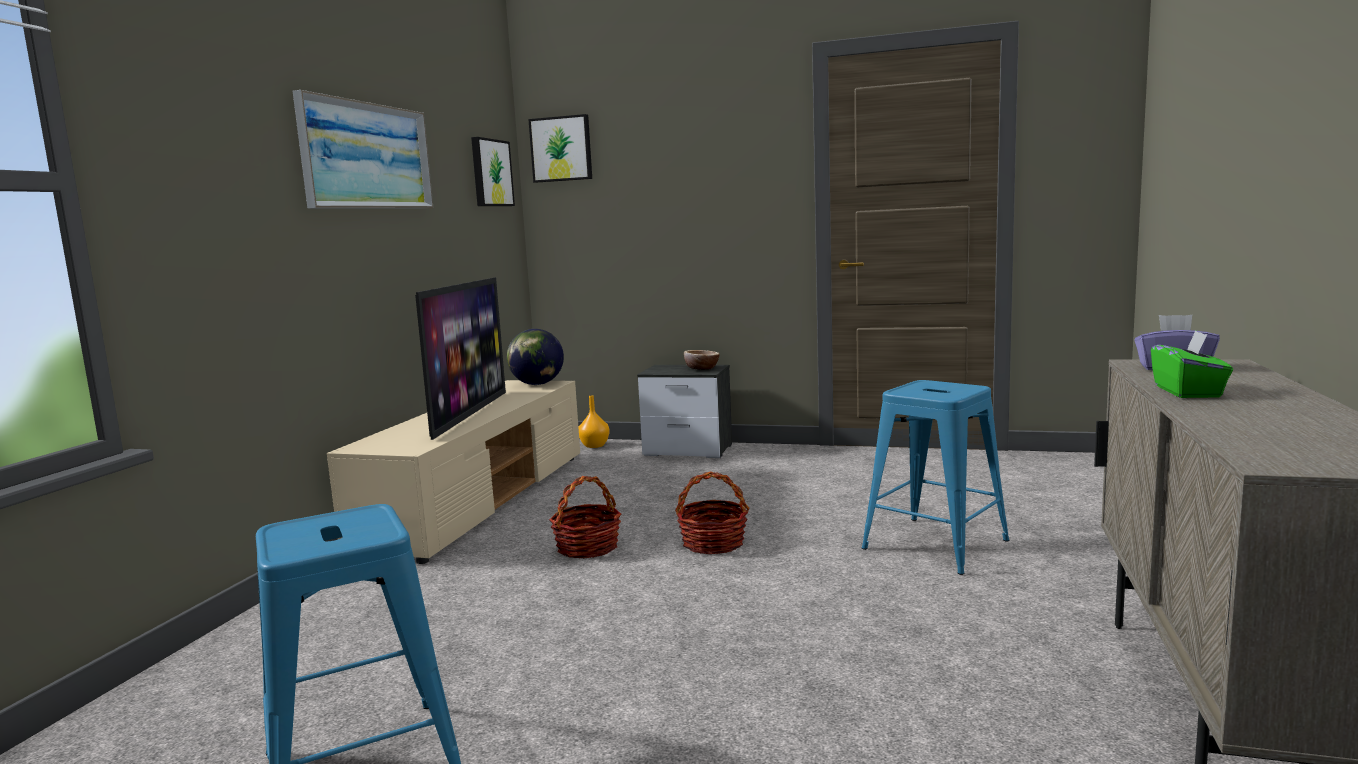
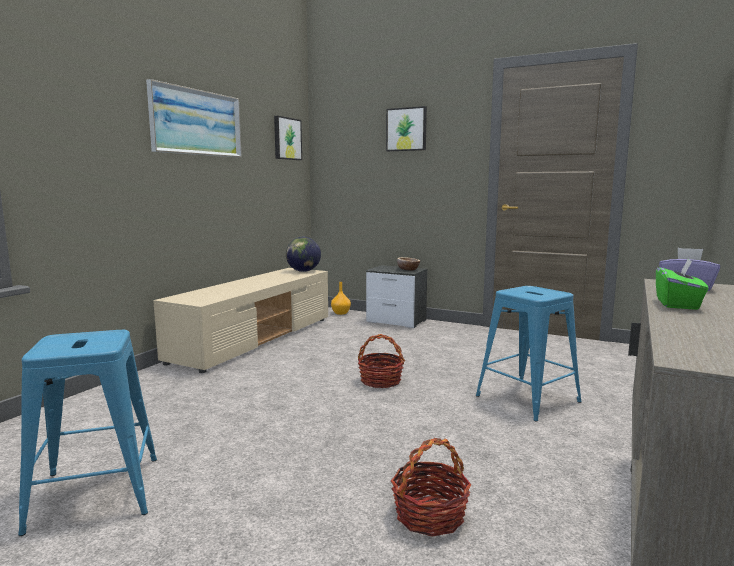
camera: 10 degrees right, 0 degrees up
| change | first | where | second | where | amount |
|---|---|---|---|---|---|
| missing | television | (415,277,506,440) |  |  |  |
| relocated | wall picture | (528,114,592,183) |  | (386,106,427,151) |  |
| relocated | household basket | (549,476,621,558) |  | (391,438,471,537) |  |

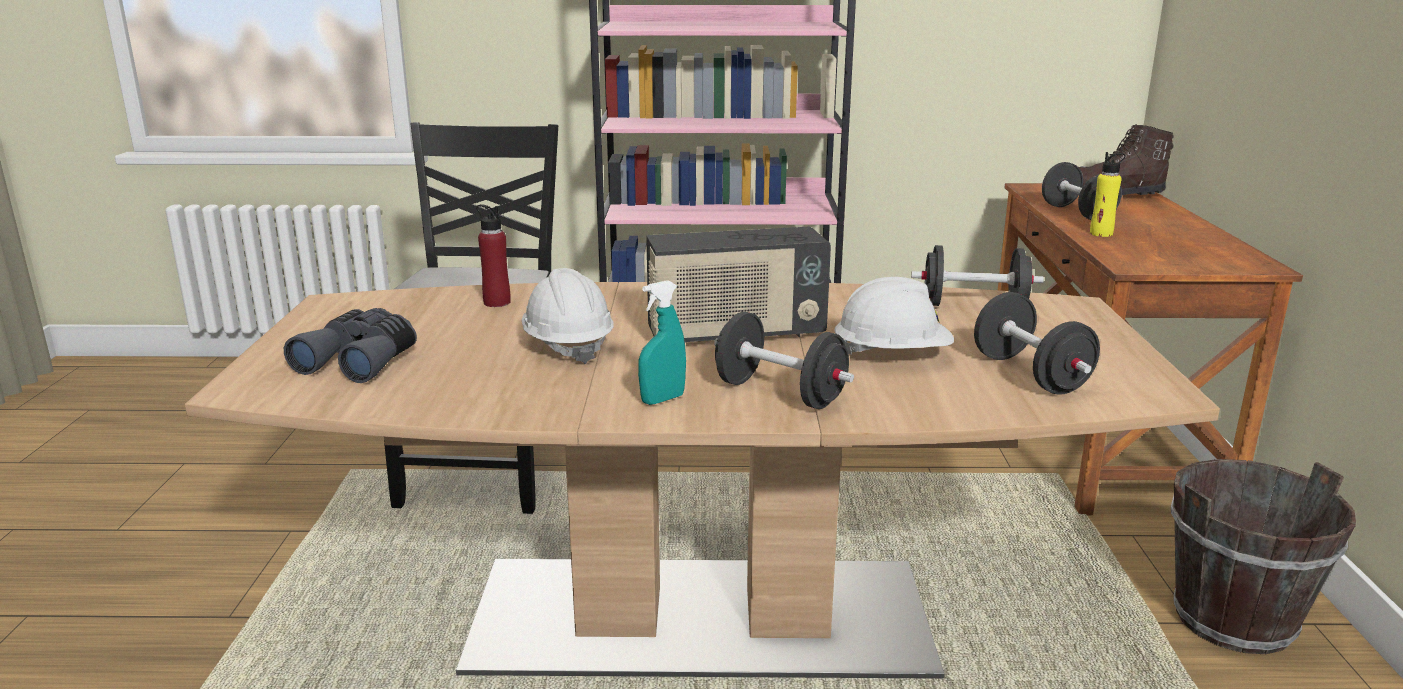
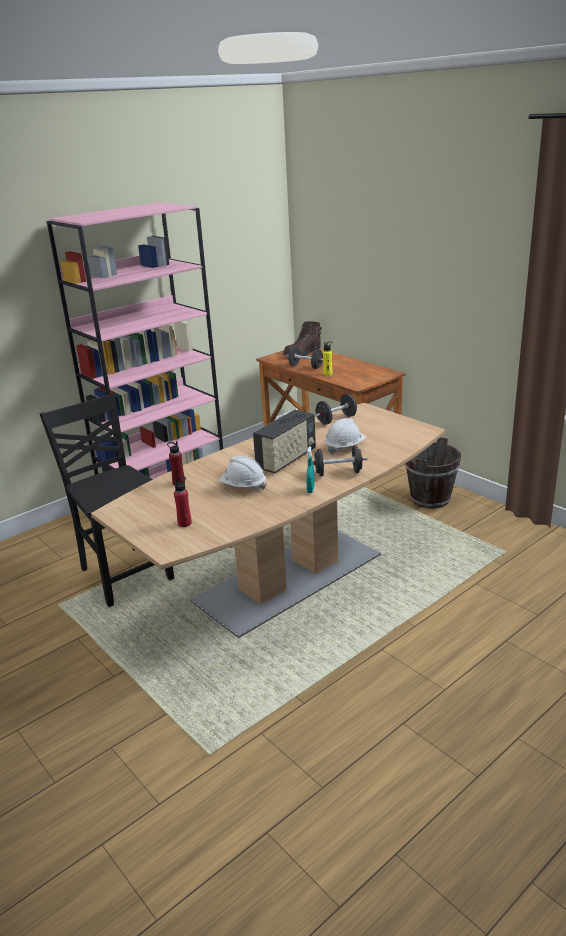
camera: 40 degrees left, 5 degrees up
| change | first | where | second | where | amount |
|---|---|---|---|---|---|
| exchanged | pair of binoculars/gray | (284,308,417,383) | drink bottle/red-coloured | (174,477,192,527) |  |
| missing | dumbbell/black | (974,292,1100,395) |  |  |  |

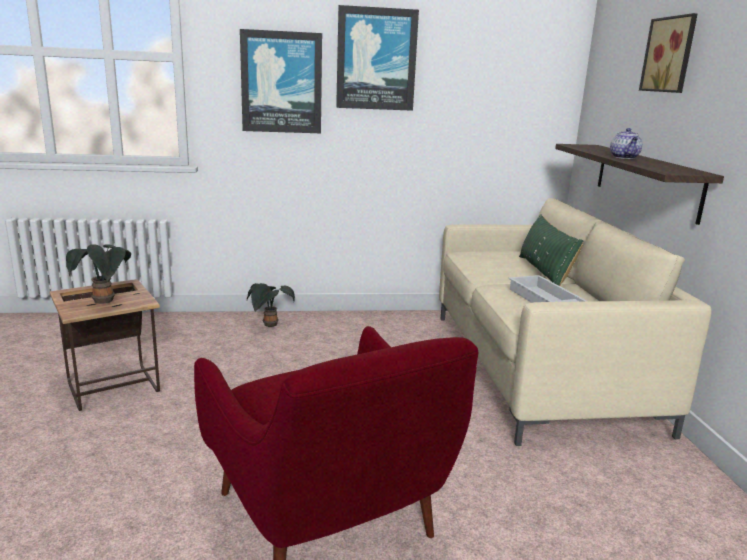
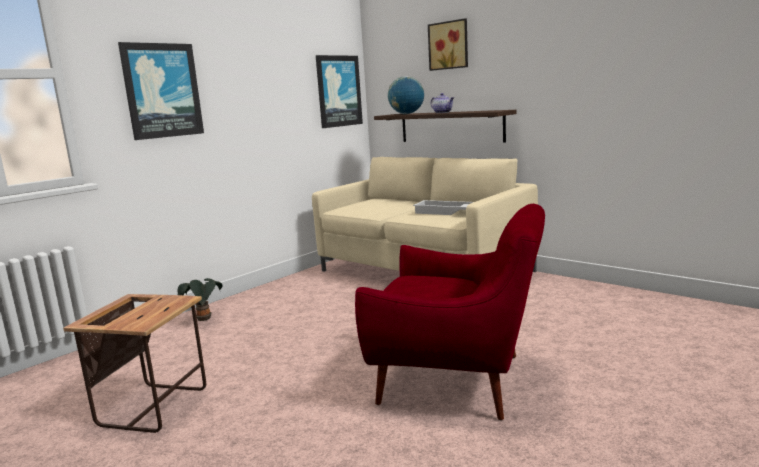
camera: 40 degrees left, 5 degrees down
| change | first | where | second | where | amount |
|---|---|---|---|---|---|
| missing | potted plant | (66,244,131,304) |  |  |  |
| relocated | wall picture | (336,5,419,111) |  | (316,55,363,128) |  |
| missing | cushion/green-coloured | (519,214,584,286) |  |  |  |
| appeared |  |  | world globe | (388,76,424,114) |  |

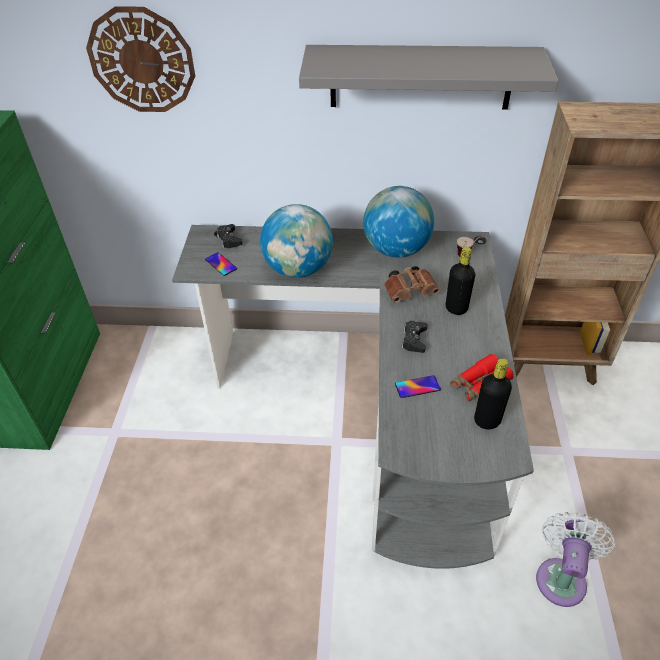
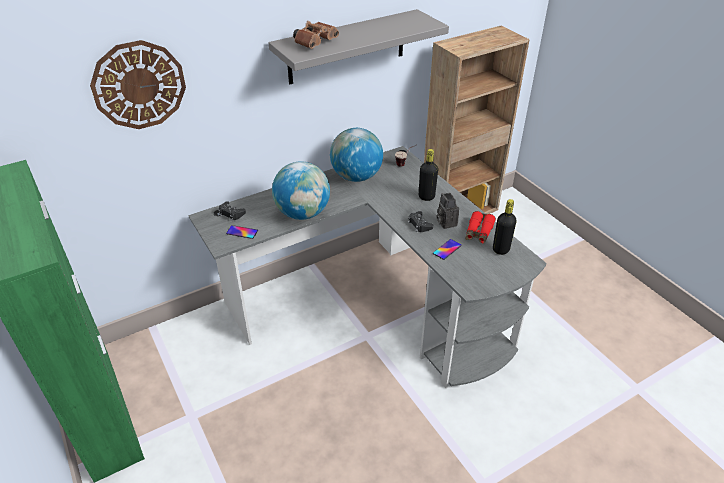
camera: 35 degrees left, 5 degrees down
| change | first | where | second | where | amount |
|---|---|---|---|---|---|
| relocated | pair of binoculars/brown | (384,266,440,303) |  | (293,21,339,49) |  |
| missing | fan/white-coloured | (536,512,615,607) |  |  |  |
| appeared |  |  | photo camera | (436,193,459,229) |  |

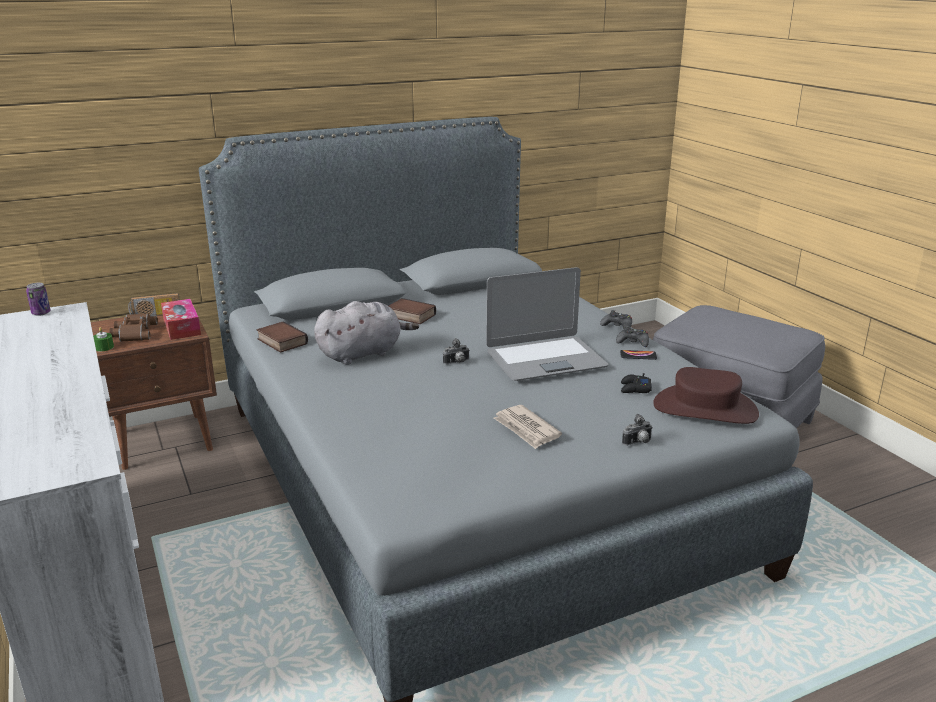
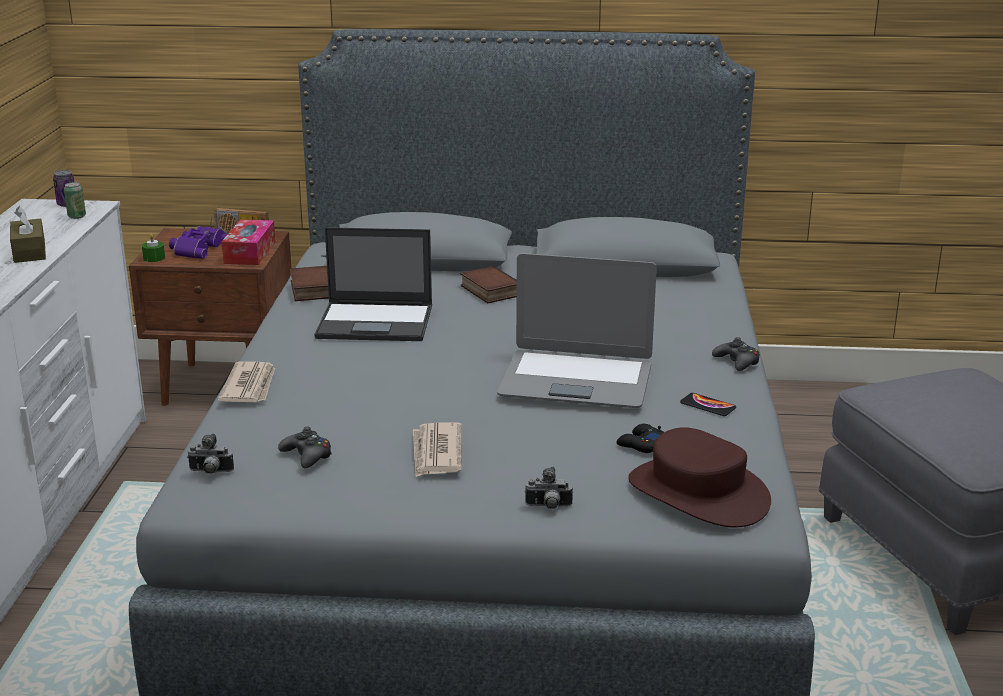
camera: 30 degrees right, 0 degrees up
| change | first | where | second | where | amount |
|---|---|---|---|---|---|
| colour | pair of binoculars/brown | (109,314,158,342) | pair of binoculars/purple | (169,226,227,259) |  |
| exchanged | cuddly toy/gray | (314,301,419,365) | portable computer | (314,227,432,341) |  |
| relocated | photo camera | (443,338,470,364) |  | (187,434,234,474) |  |
| relocated | game controller/black | (616,326,649,347) |  | (278,427,332,468) |  |
| appeared |  |  | tissue box/brown | (10,206,46,263) |  |
| appeared |  |  | sealed can | (64,182,86,219) |  |
| appeared |  |  | printed paper | (218,362,275,402) |  |

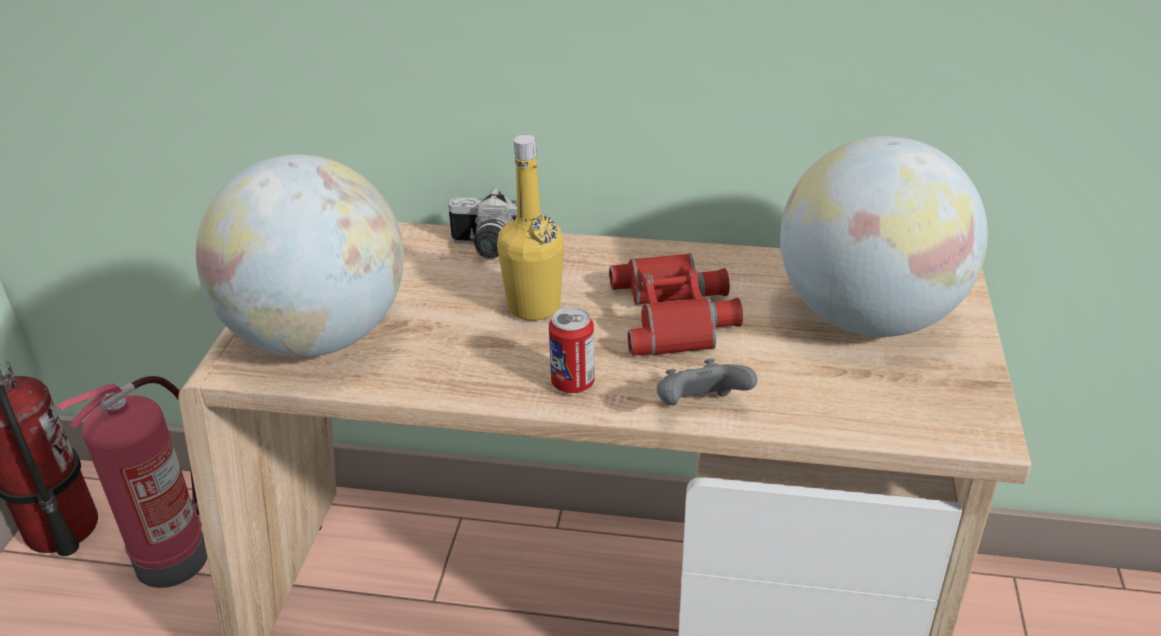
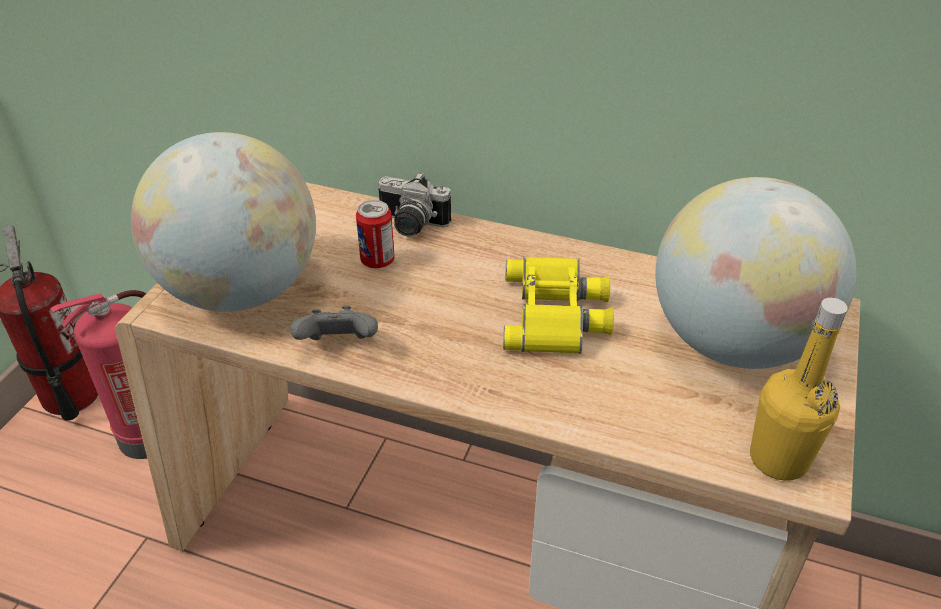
camera: 10 degrees right, 5 degrees up
| change | first | where | second | where | amount |
|---|---|---|---|---|---|
| relocated | drink bottle/yellow | (497,135,564,321) |  | (750,298,848,481) |  |
| relocated | sealed can | (549,307,595,393) |  | (356,200,395,268) |  |
| colour | pair of binoculars/red-coloured | (609,253,743,356) | pair of binoculars/yellow | (503,257,614,354) |  |
| relocated | game controller/gray | (657,359,757,405) |  | (290,306,378,340) |  |

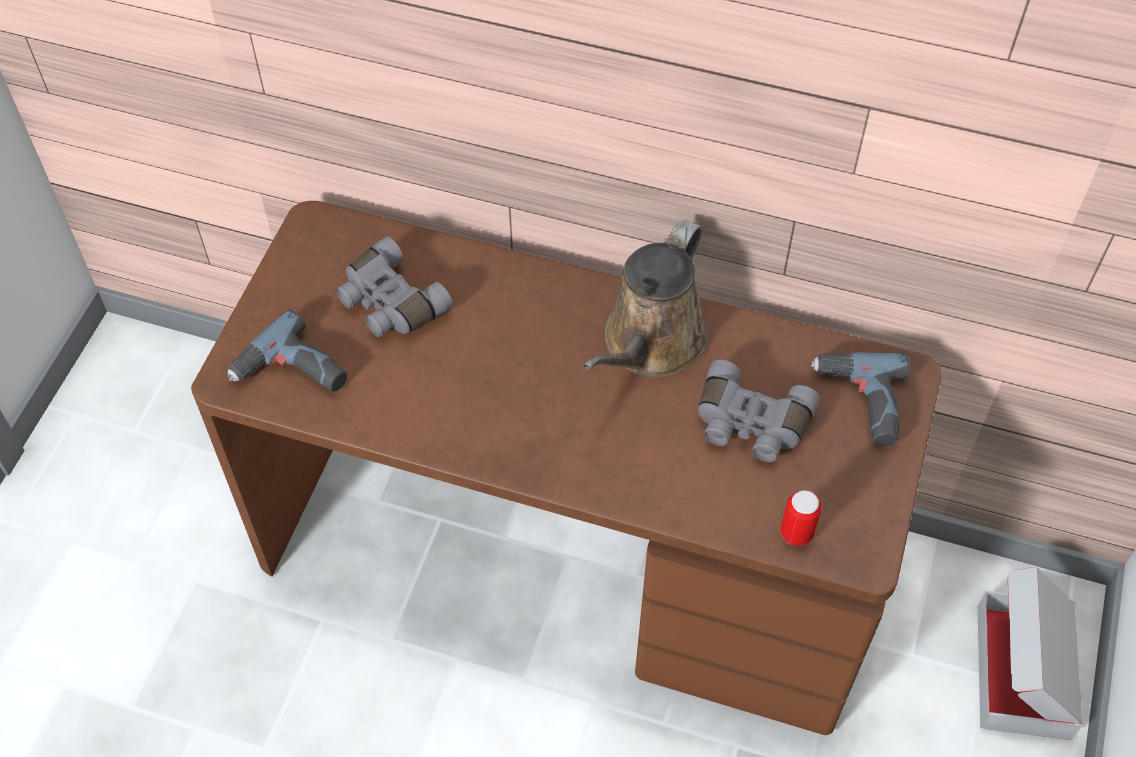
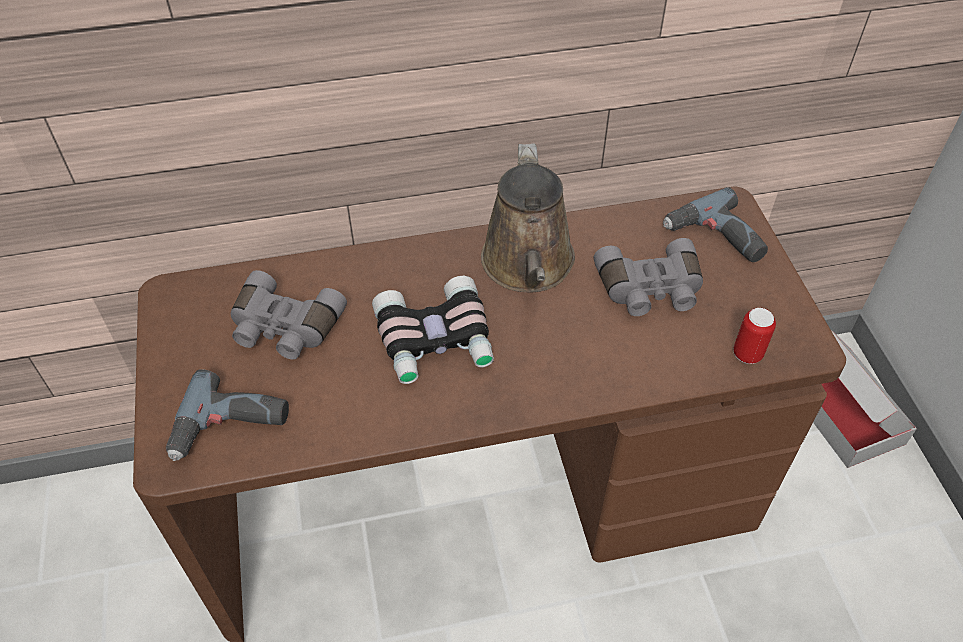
camera: 30 degrees left, 5 degrees down
| change | first | where | second | where | amount |
|---|---|---|---|---|---|
| appeared |  |  | pair of binoculars | (372,276,494,384) |  |

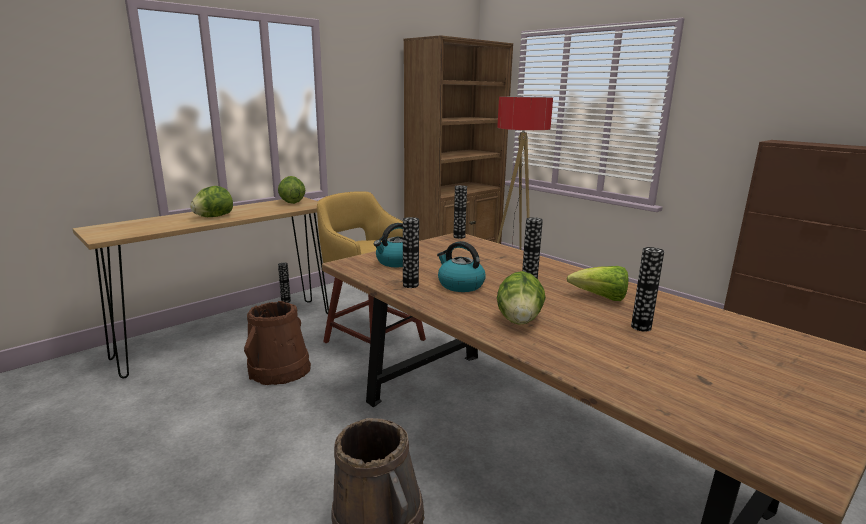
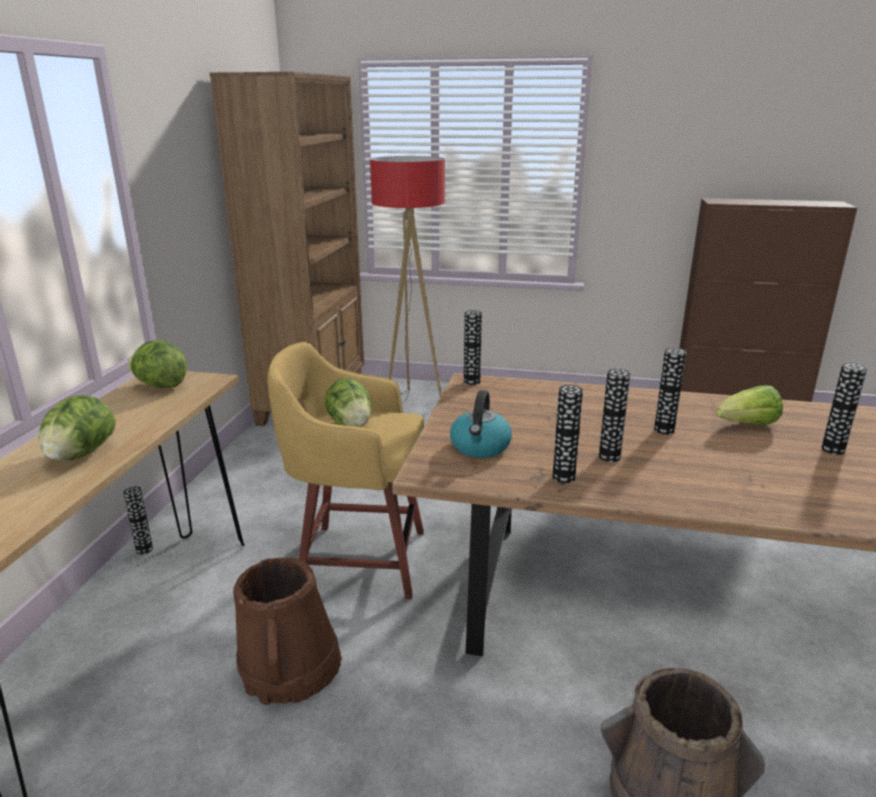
camera: 35 degrees left, 5 degrees up
| change | first | where | second | where | amount |
|---|---|---|---|---|---|
| exchanged | tea kettle | (437,241,486,292) | decorative vase | (599,369,630,462) |  |
| relocated | lettuce | (497,271,546,325) |  | (324,378,372,427) |  |

